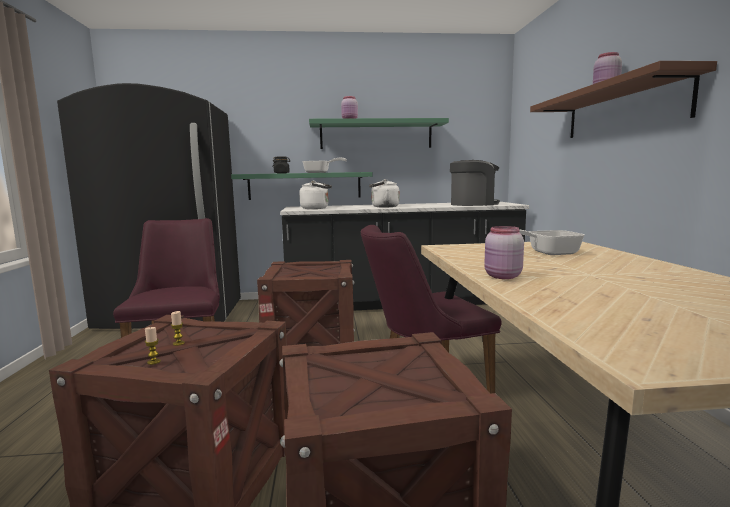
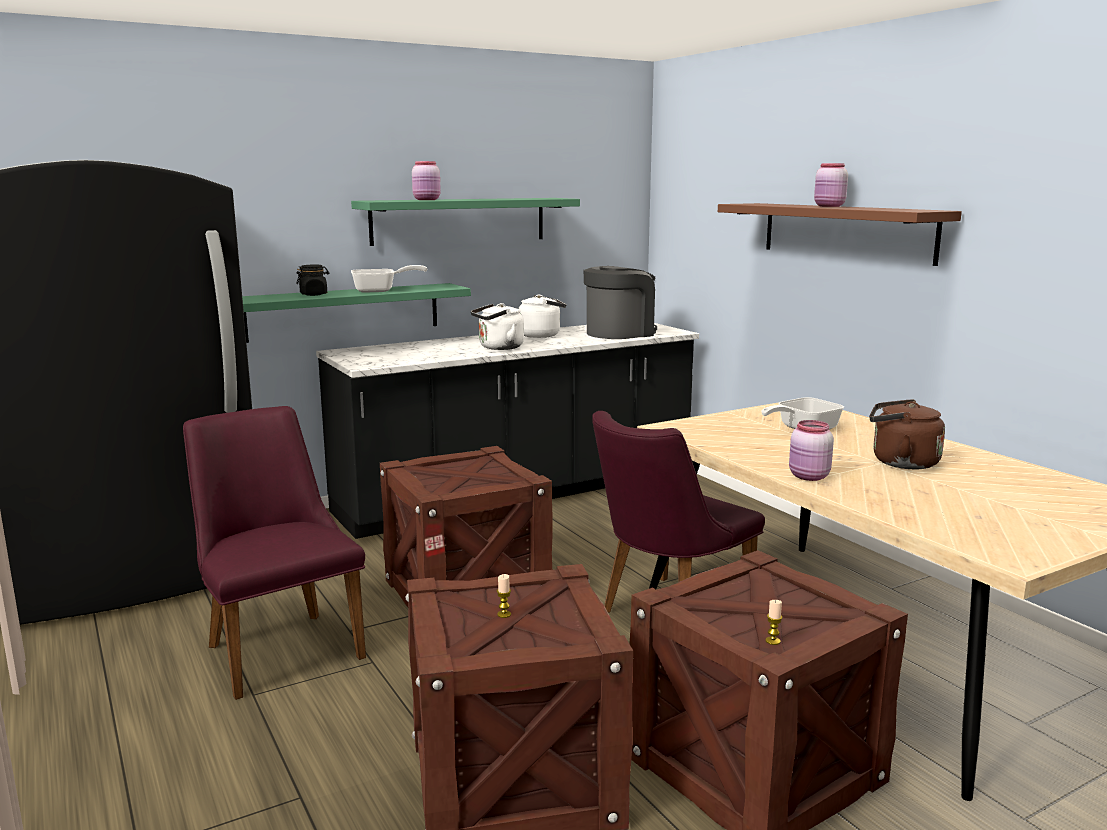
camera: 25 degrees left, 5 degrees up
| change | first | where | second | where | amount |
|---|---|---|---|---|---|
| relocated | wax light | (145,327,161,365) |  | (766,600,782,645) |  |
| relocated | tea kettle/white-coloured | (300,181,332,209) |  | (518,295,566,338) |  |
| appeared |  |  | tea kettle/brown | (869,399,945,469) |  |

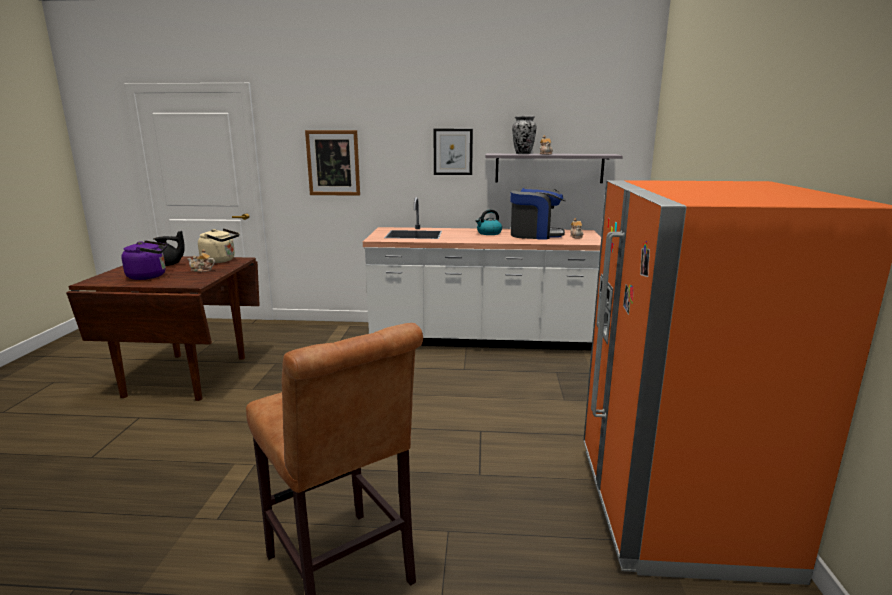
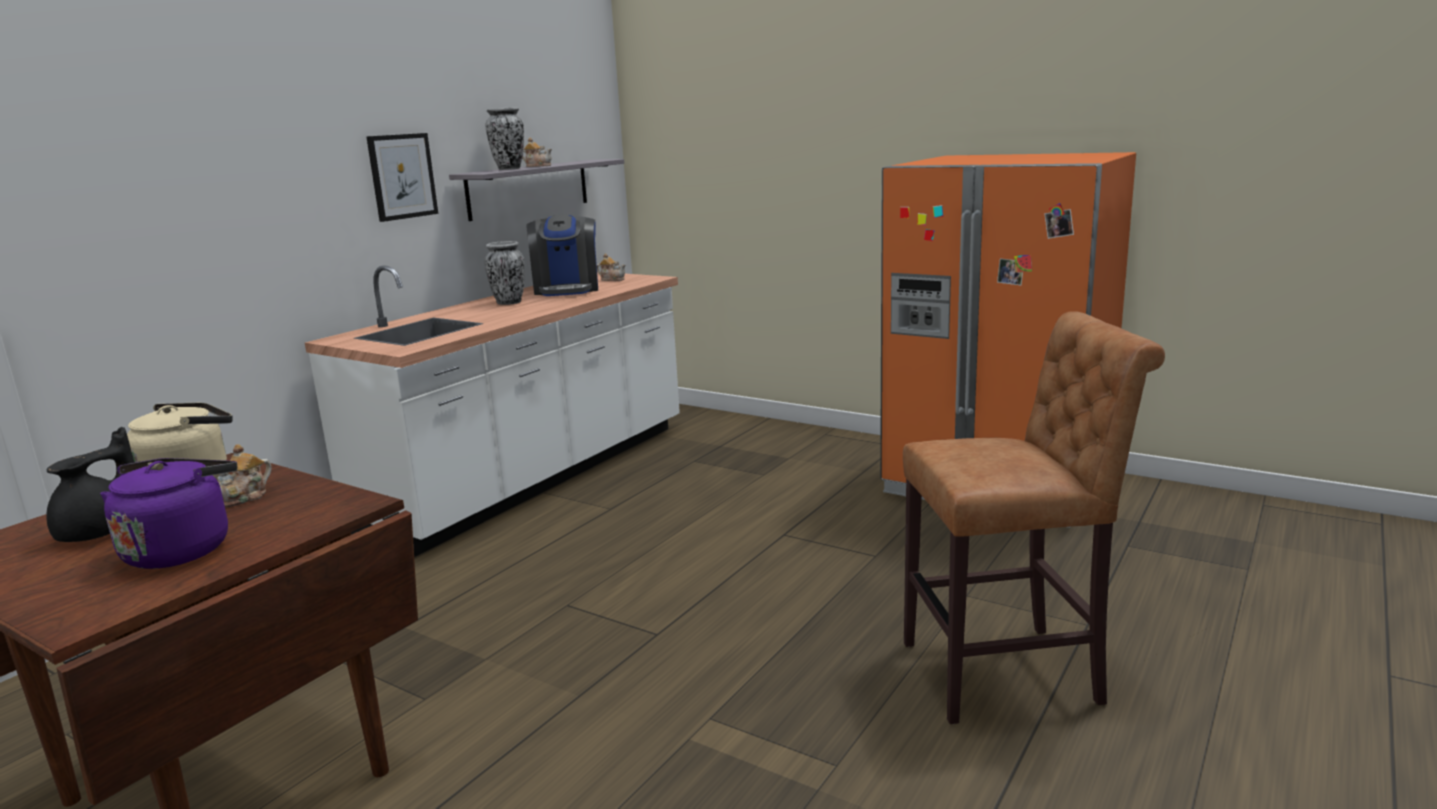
camera: 60 degrees left, 0 degrees up
| change | first | where | second | where | amount |
|---|---|---|---|---|---|
| missing | wall picture | (305,130,360,196) |  |  |  |
| exchanged | tea kettle | (476,209,502,235) | decorative vase | (484,241,524,305) |  |
| spun | coffee brewer | (510,187,566,240) |  | (526,214,598,296) | 135 degrees clockwise |

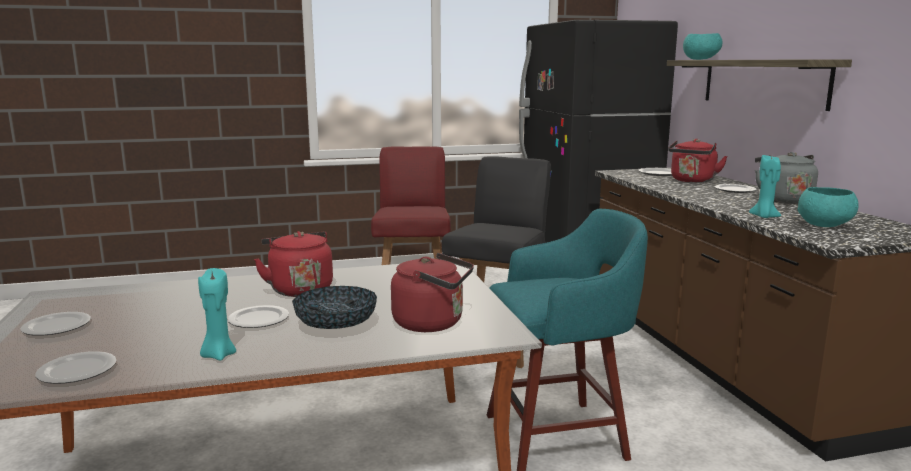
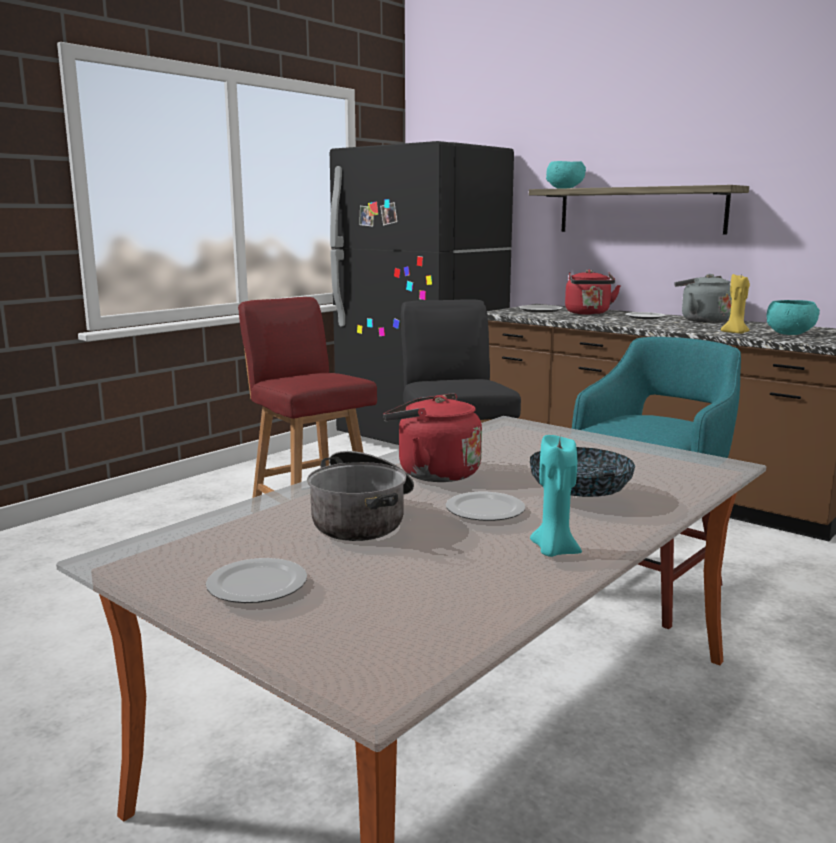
camera: 35 degrees left, 0 degrees up
| change | first | where | second | where | amount |
|---|---|---|---|---|---|
| missing | flat dish | (35,351,116,384) |  |  |  |
| missing | tea kettle/red-coloured | (391,253,474,332) |  |  |  |
| colour | wax light/turquoise-coloured | (749,155,781,218) | wax light/yellow | (721,273,750,334) |  |
| appeared |  |  | cooking pot | (307,451,414,541) |  |

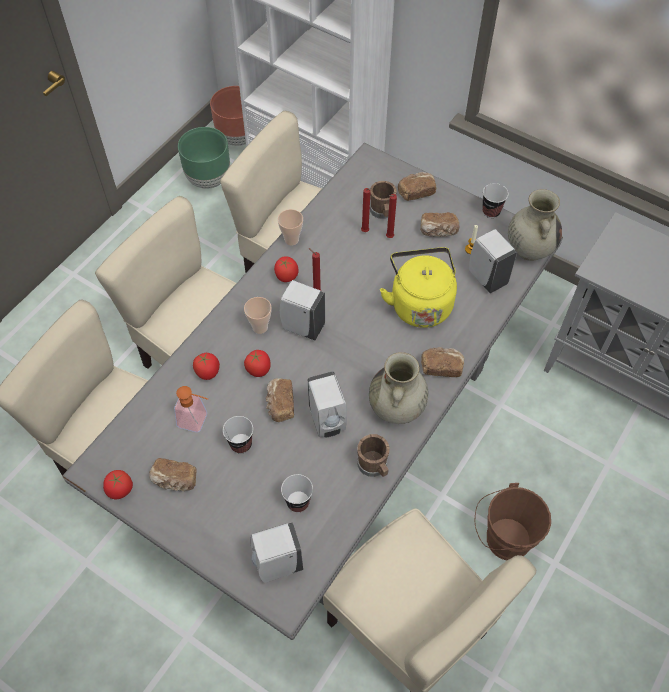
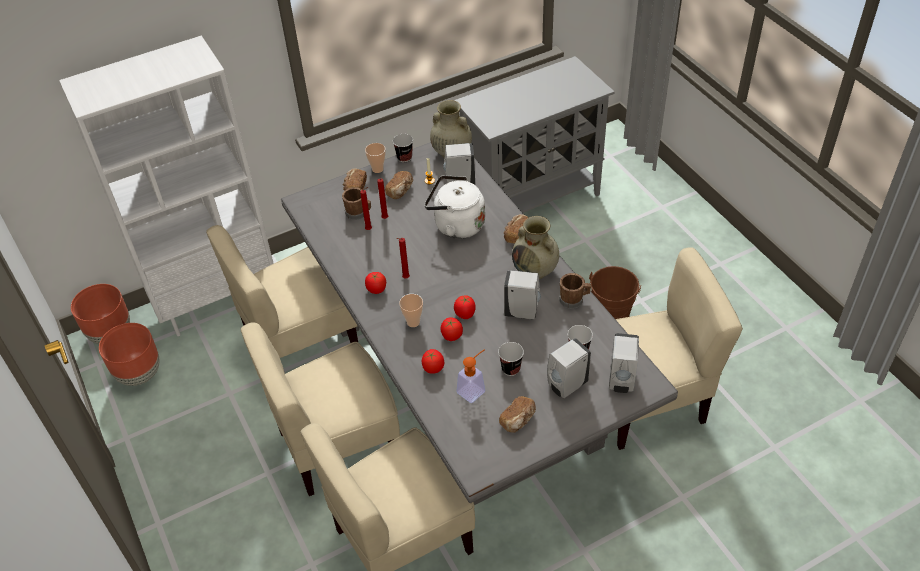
camera: 60 degrees left, 10 degrees down
| change | first | where | second | where | amount |
|---|---|---|---|---|---|
| relocated | fresh tomato | (103,470,133,499) |  | (454,295,476,319) |  |
| colour | planter/green-coloured | (178,127,230,189) | planter/brown | (99,323,159,386) |  |
| missing | bread | (266,378,294,422) |  |  |  |
| relocated | cup | (278,209,303,245) |  | (365,143,386,173) |  |
| relocated | liquid soap bottle/white-coloured | (280,280,325,340) |  | (547,338,591,398) |  |
| colour | tea kettle/yellow | (380,247,457,328) | tea kettle/white-coloured | (425,175,485,239) |  |

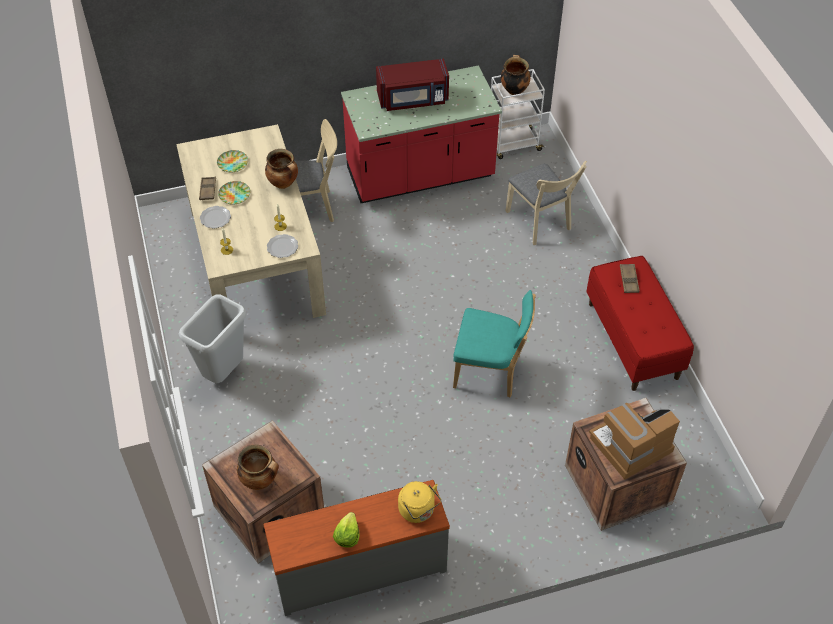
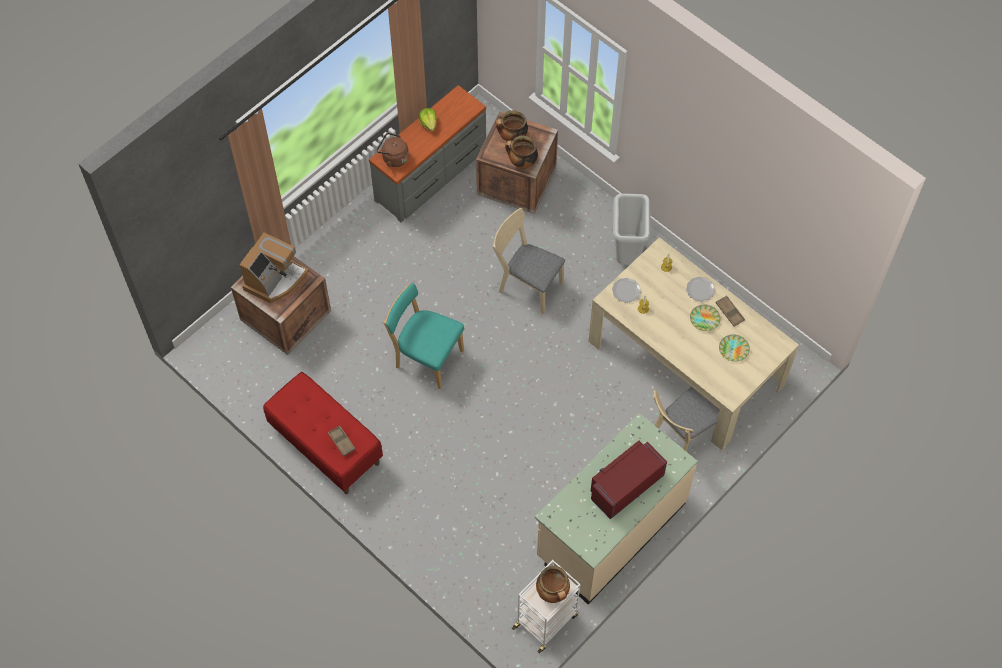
camera: 150 degrees right, 10 degrees up
| change | first | where | second | where | amount |
|---|---|---|---|---|---|
| relocated | cooking pot | (265,149,298,189) |  | (505,136,538,169) |  |
| colour | counter/red-coloured | (341,66,502,203) | counter/beige-coloured | (535,413,698,604) |  |
| colour | tea kettle/yellow | (398,481,441,523) | tea kettle/brown | (377,133,409,167) |  |
| spun | chair/turquoise-coloured | (453,290,536,397) |  | (384,283,464,389) | 45 degrees clockwise |
| relocated | chair/beige-coloured | (506,160,587,245) |  | (493,208,565,314) |  |

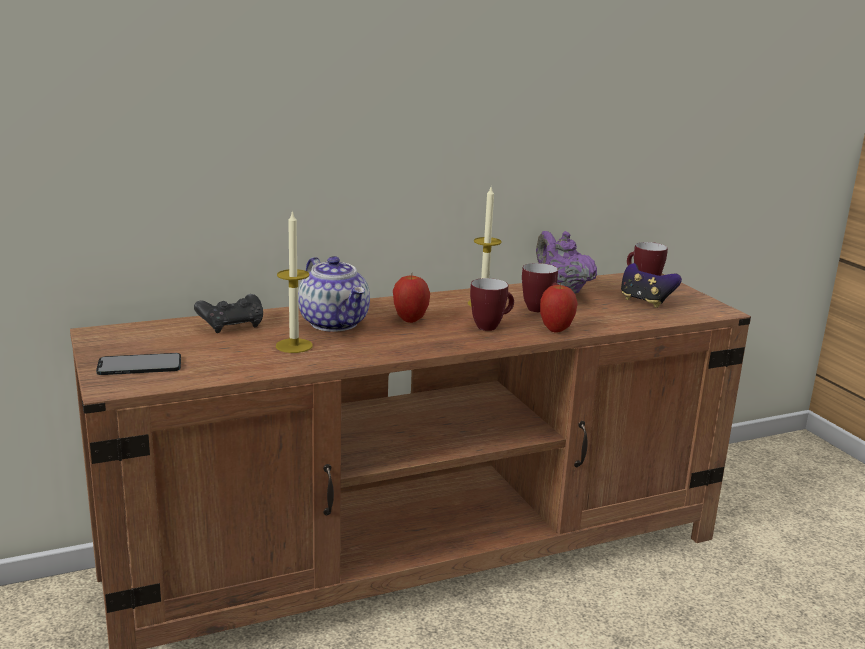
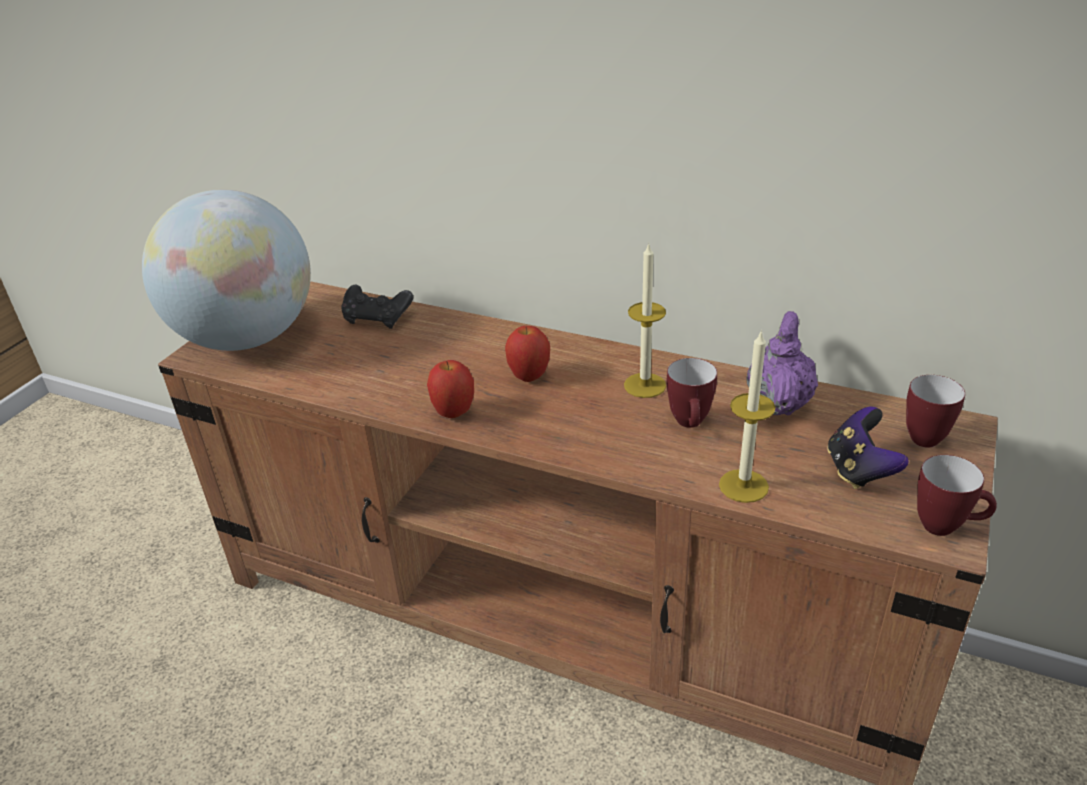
camera: 50 degrees right, 15 degrees up
| change | first | where | second | where | amount |
|---|---|---|---|---|---|
| exchanged | phone | (96,353,181,375) | world globe | (142,190,311,351) |  |
| relocated | wax light | (276,210,313,353) |  | (719,330,776,503) |  |
| missing | tea pot | (298,256,370,332) |  |  |  |
| relocated | coffee mug | (470,278,514,331) |  | (917,455,997,536) |  |
| relocated | apple | (540,282,578,332) |  | (427,360,474,418) |  |

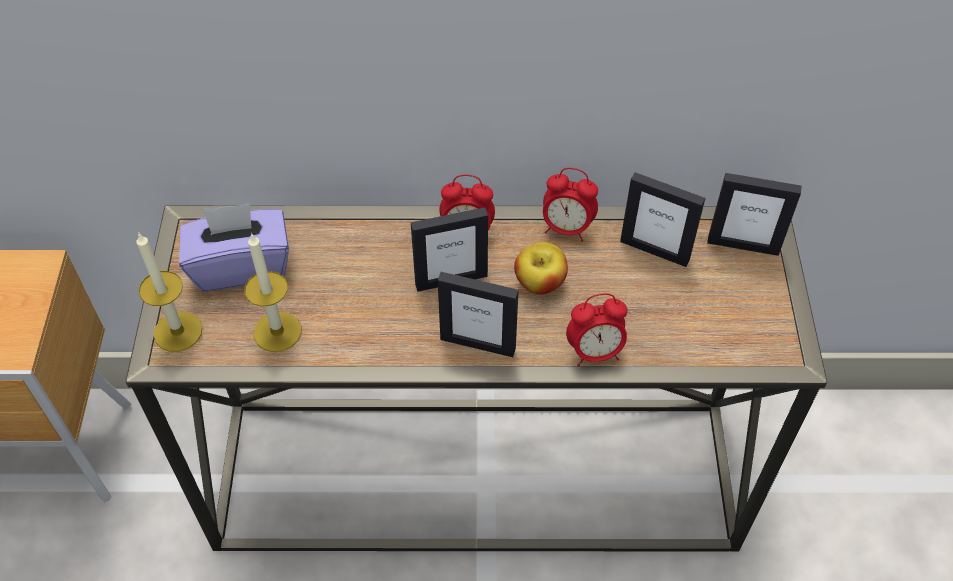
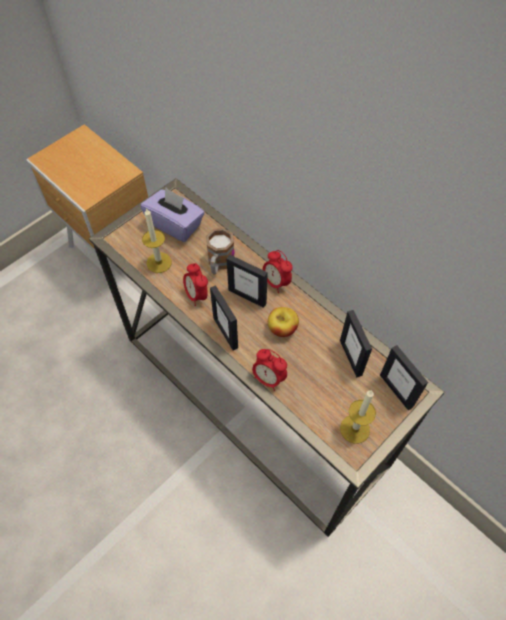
camera: 45 degrees right, 5 degrees up
| change | first | where | second | where | amount |
|---|---|---|---|---|---|
| relocated | wax light | (136,234,202,352) |  | (340,390,376,443) |  |
| relocated | table clock | (543,168,598,242) |  | (183,263,208,306) |  |
| appeared |  |  | coffee mug | (206,228,234,275) |  |

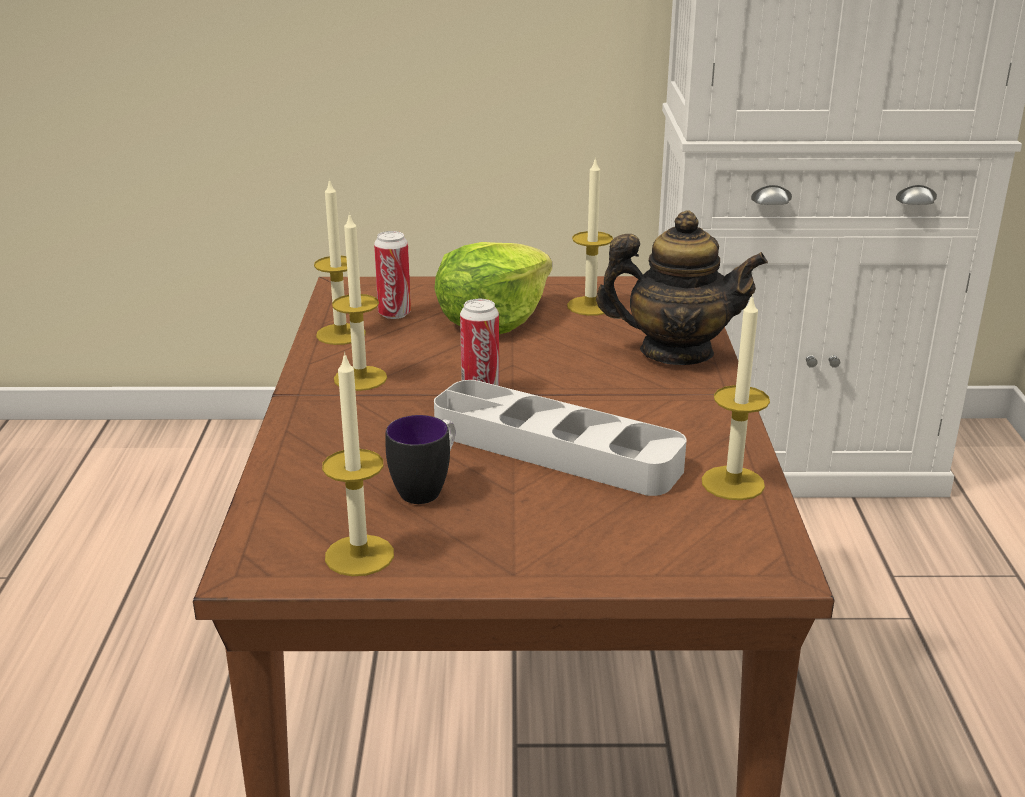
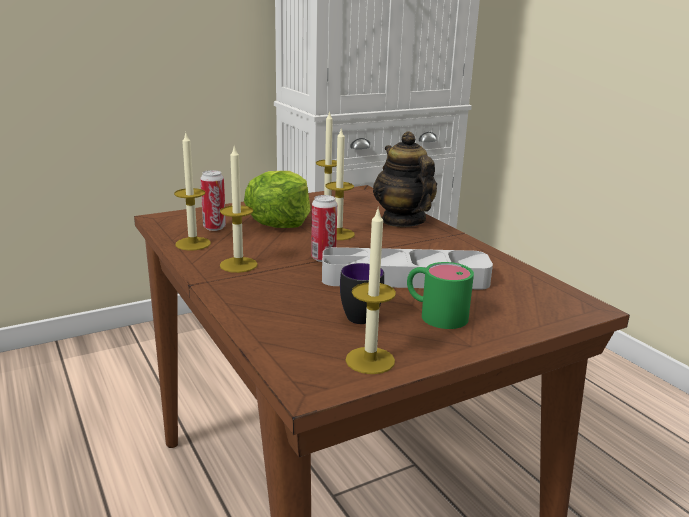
camera: 30 degrees left, 5 degrees down
| change | first | where | second | where | amount |
|---|---|---|---|---|---|
| spun | tea pot | (596,210,768,365) |  | (373,131,437,227) | 90 degrees counterclockwise |
| relocated | wax light | (702,294,770,500) |  | (326,127,355,240) |  |
| appeared |  |  | coffee mug/green-coloured | (407,262,474,329) |  |

